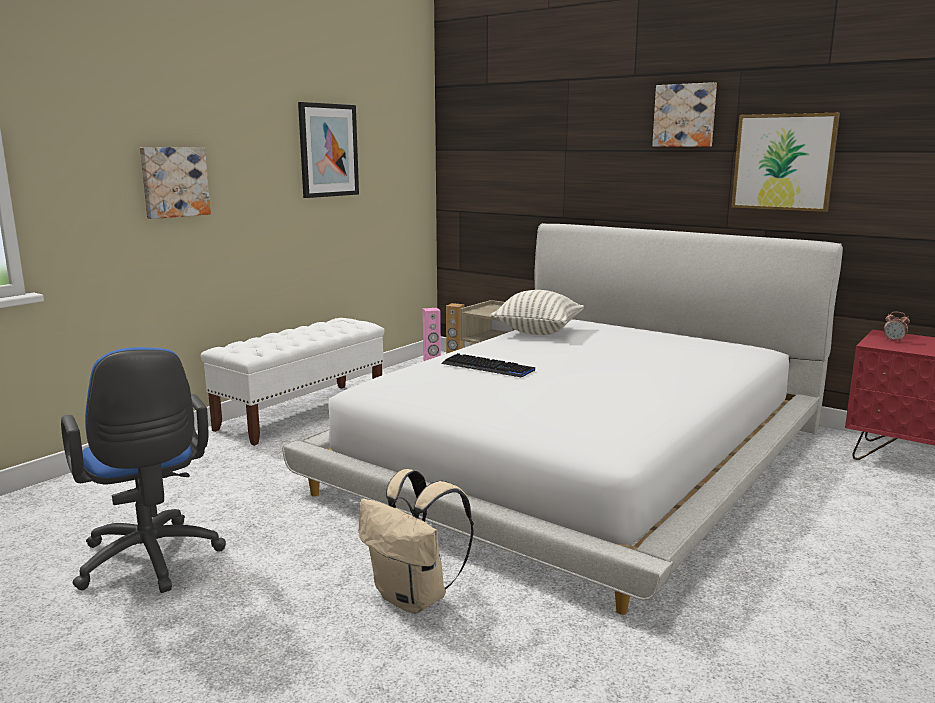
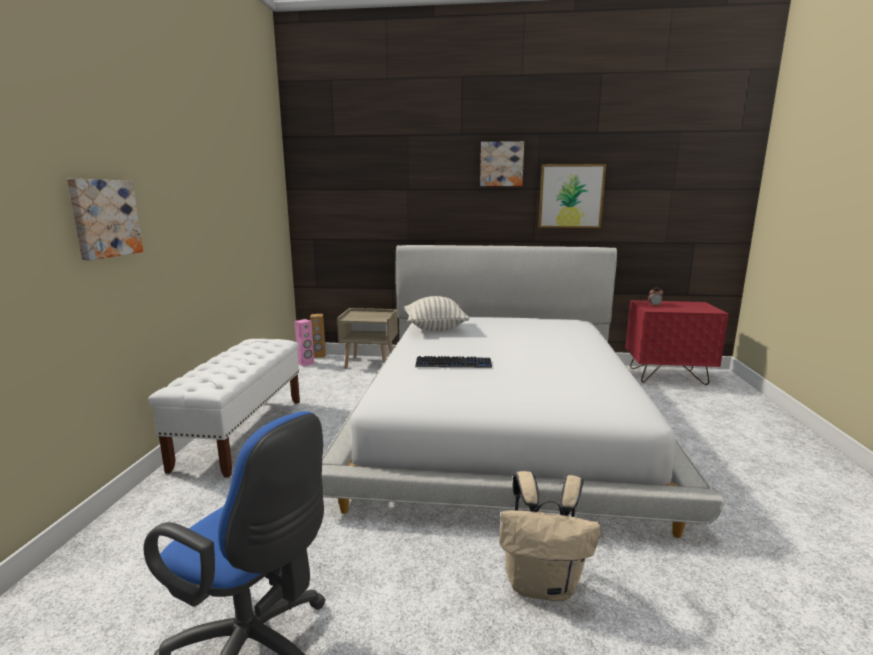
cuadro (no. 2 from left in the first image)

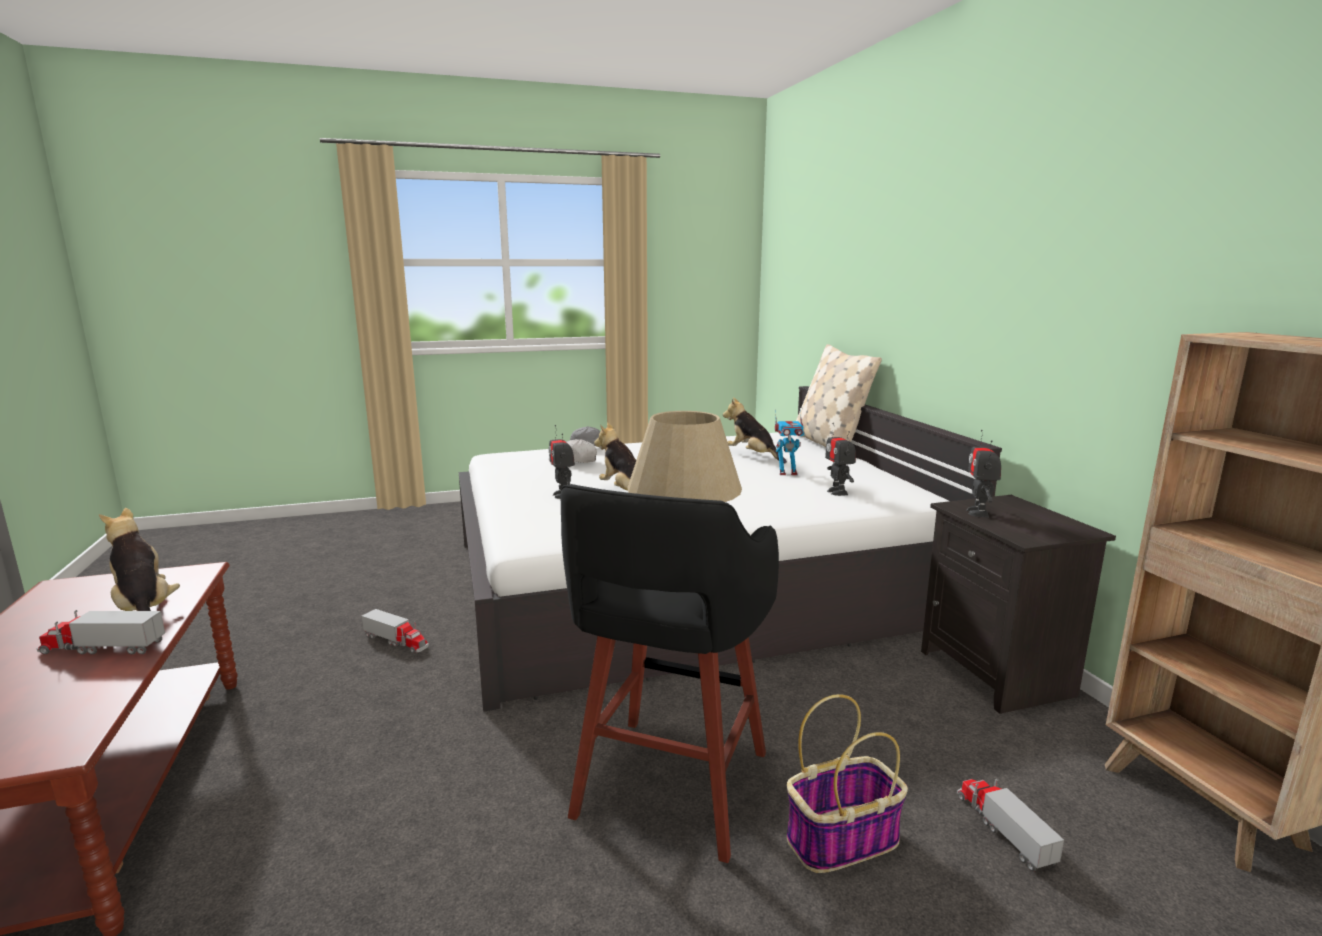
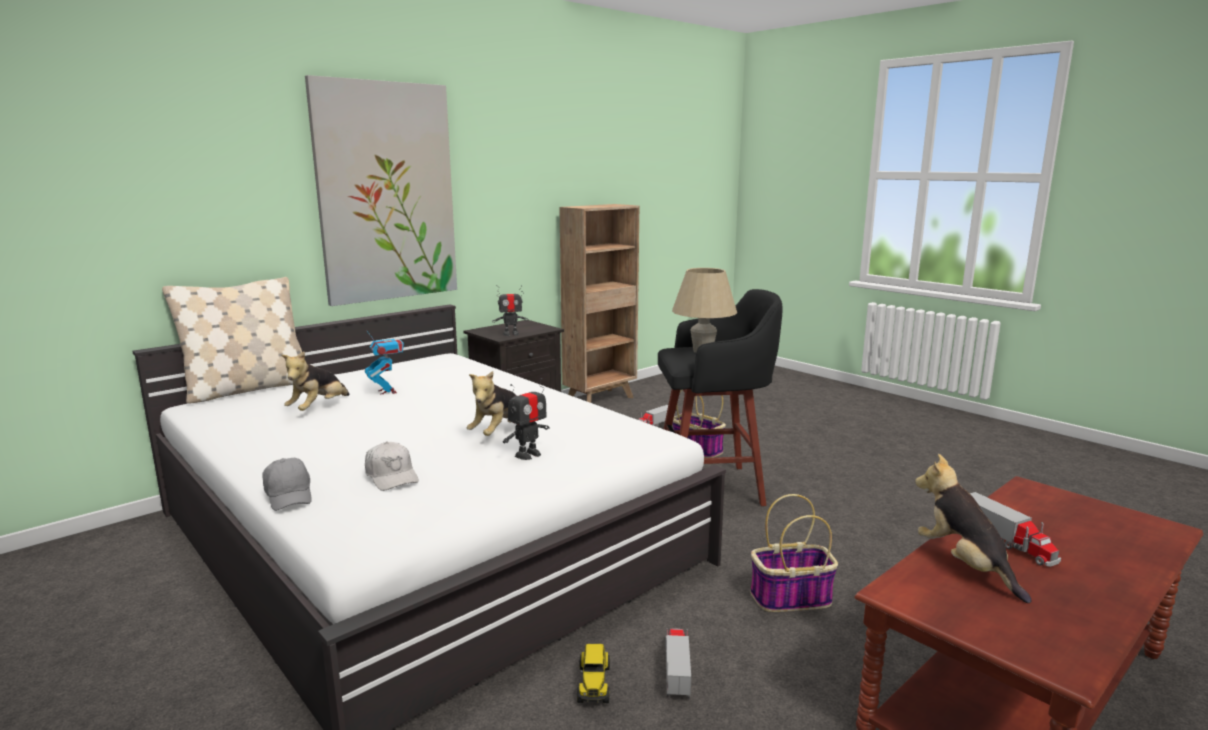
robot de juguete (no. 3 from left in the first image)
peluche (no. 3 from left)
cuadro
cesta (no. 2 from left)
camión de juguete (no. 1 from left)

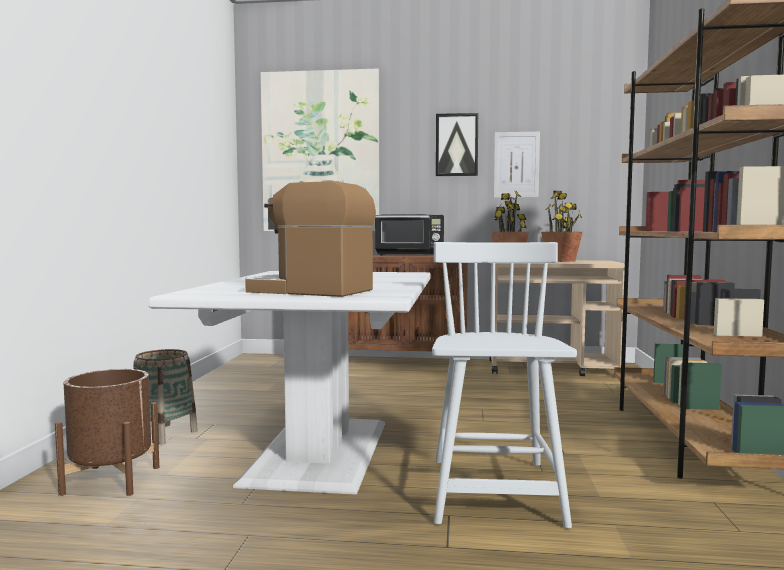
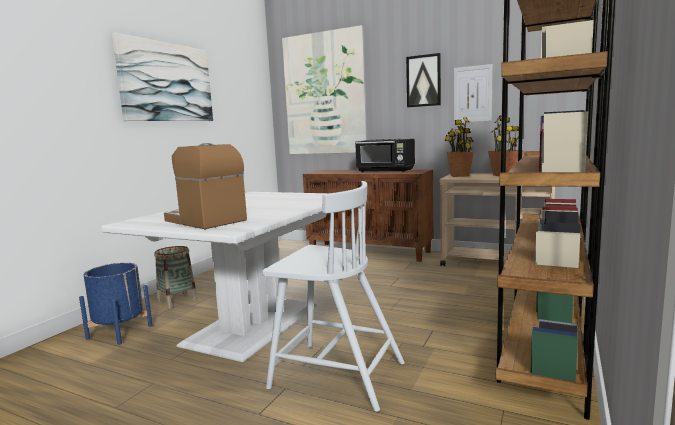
silla/blanco
maceta/azul
cuadro (no. 1 from left)

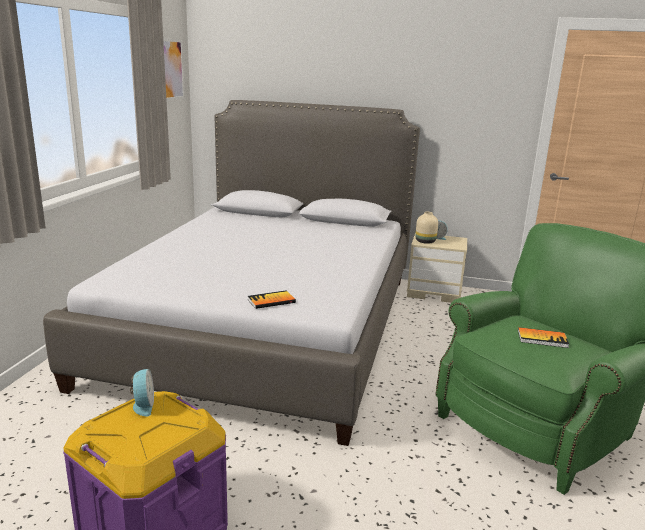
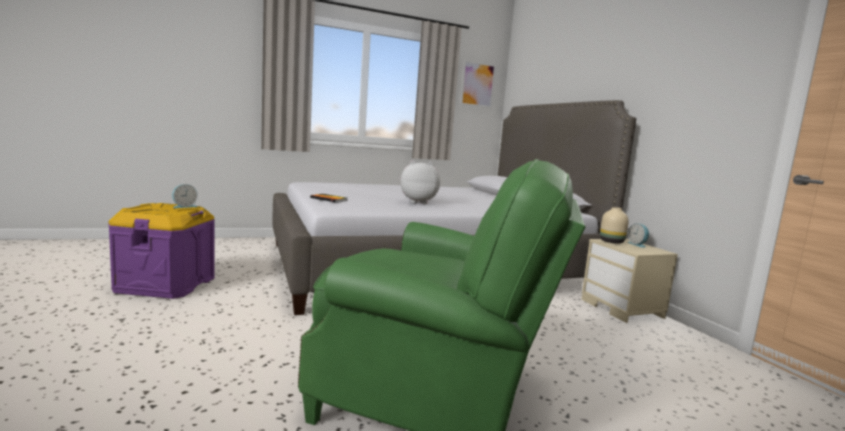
libro (no. 2 from left in the first image)
peluche

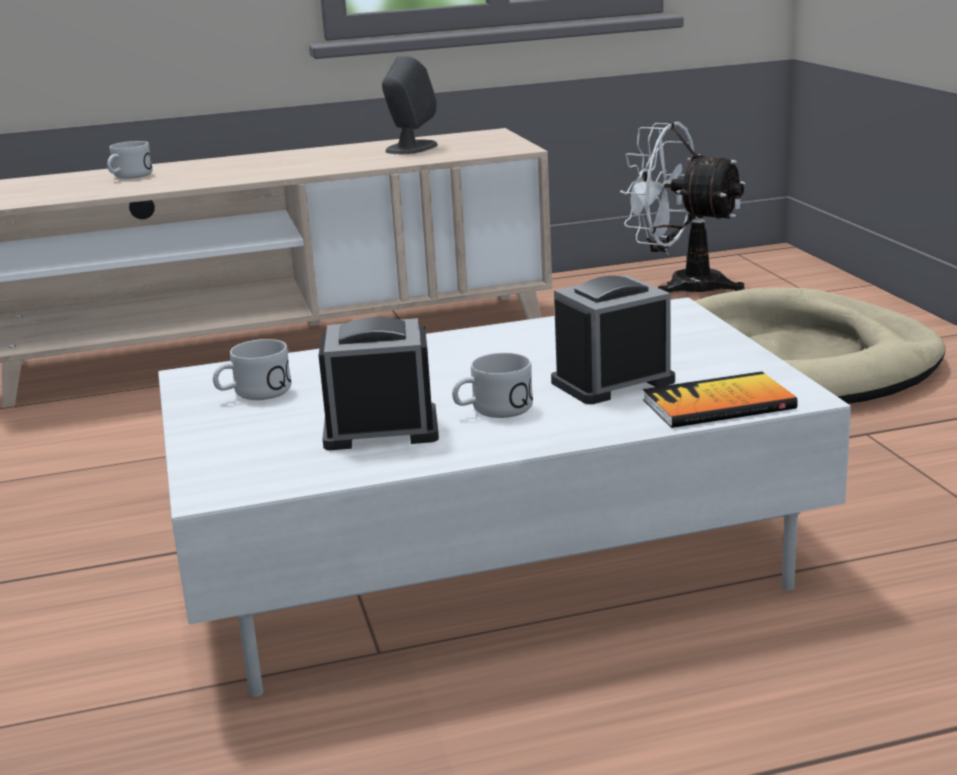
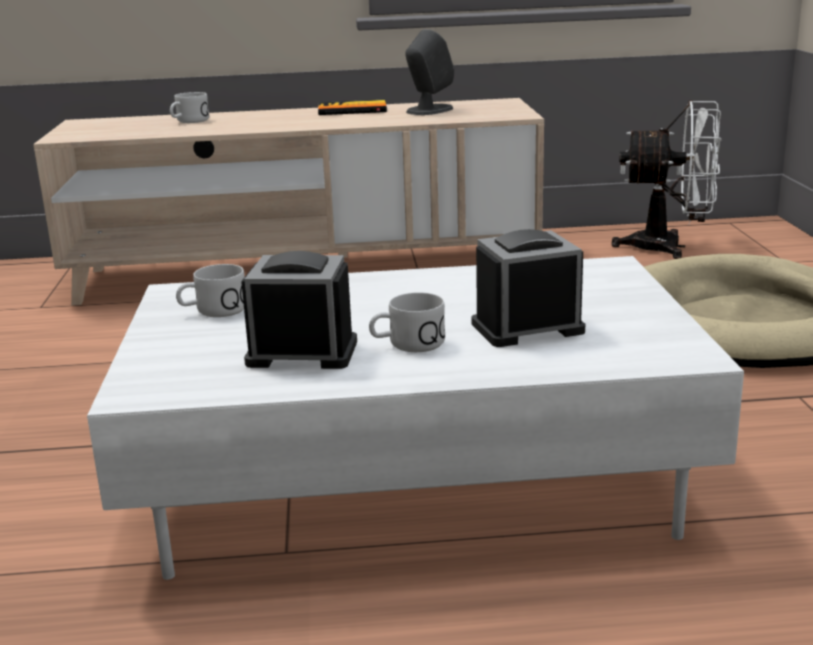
ventilador/blanco
libro

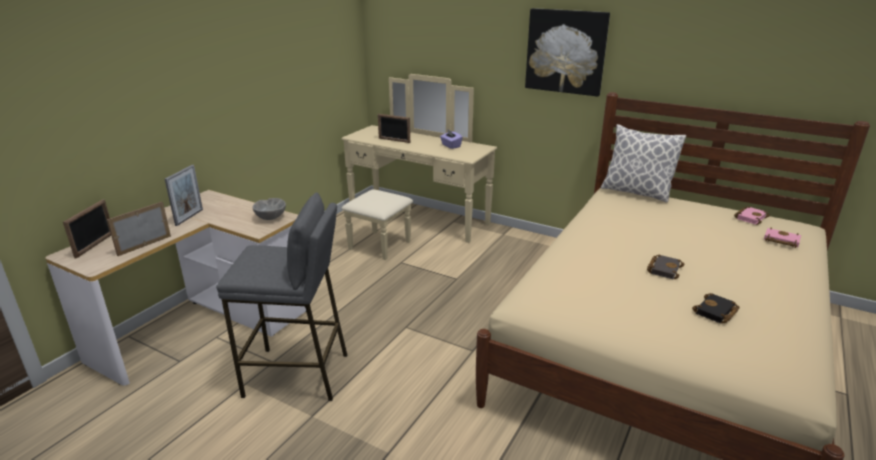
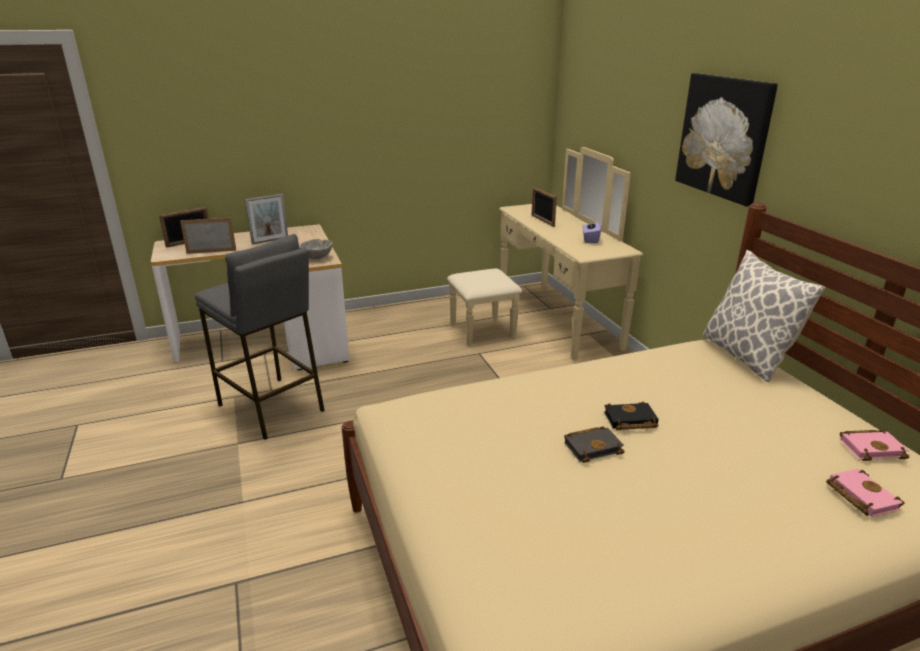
libro/negro (no. 2 from left)

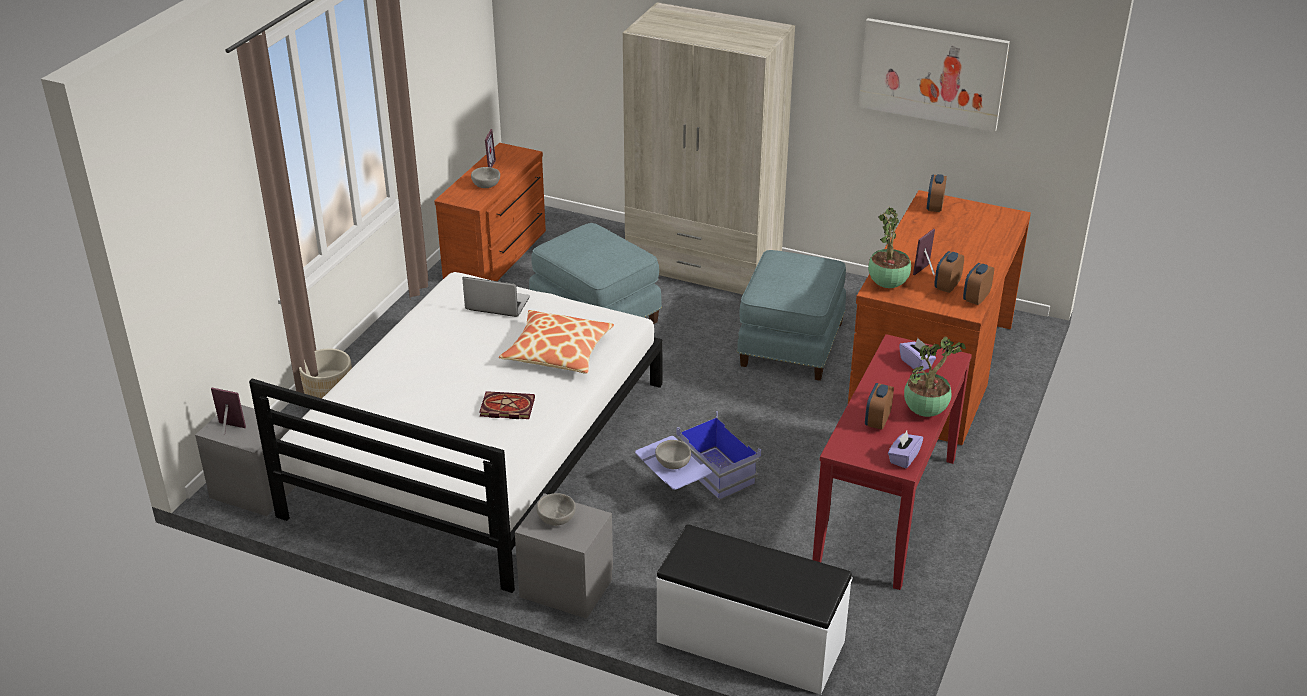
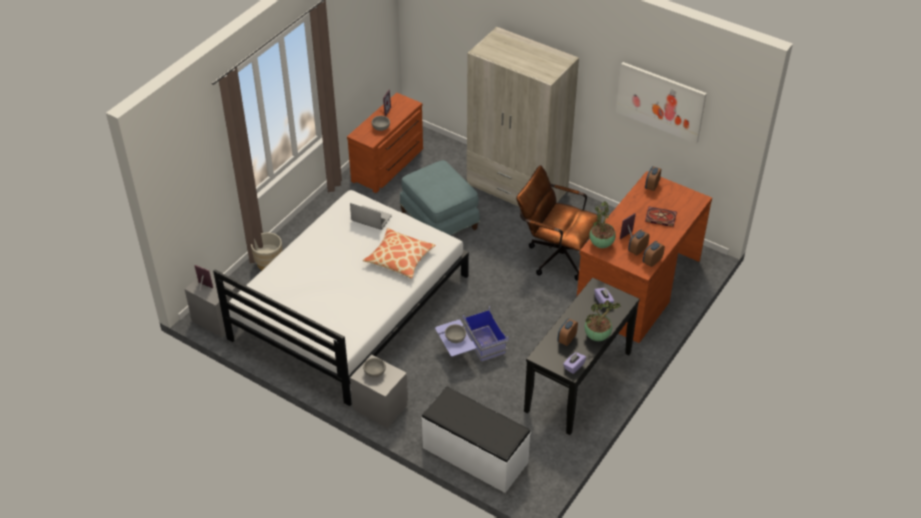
silla de oficina/marrón
mesa consola/negro
libro

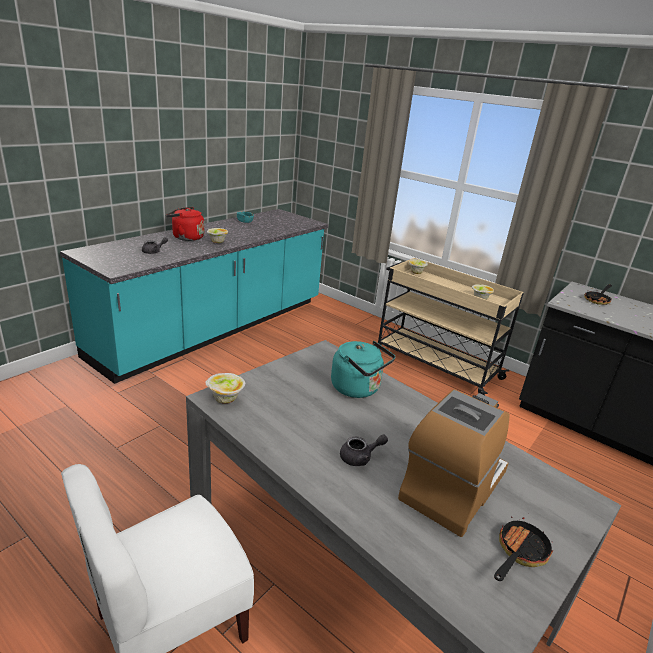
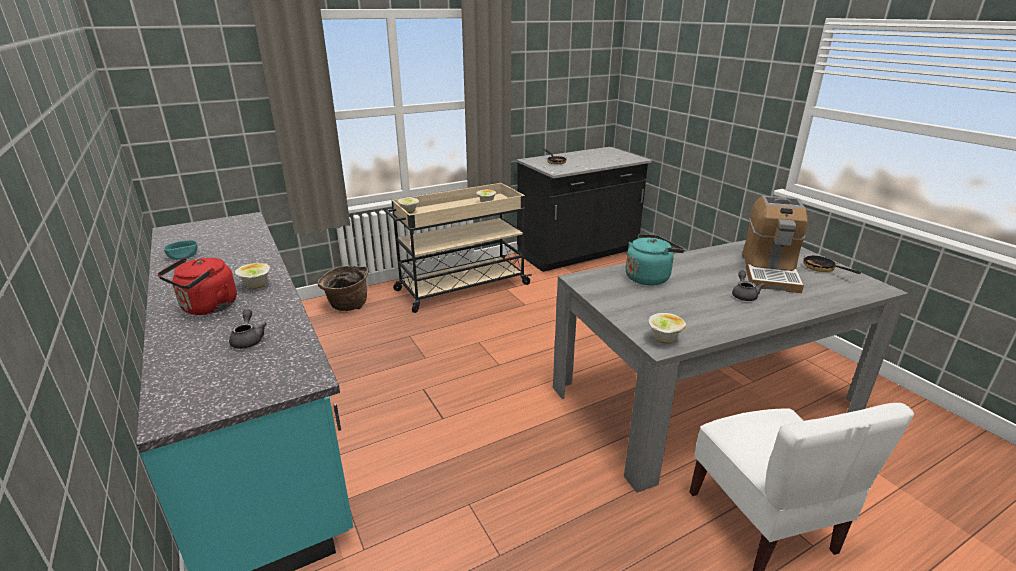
cafetera
cesta

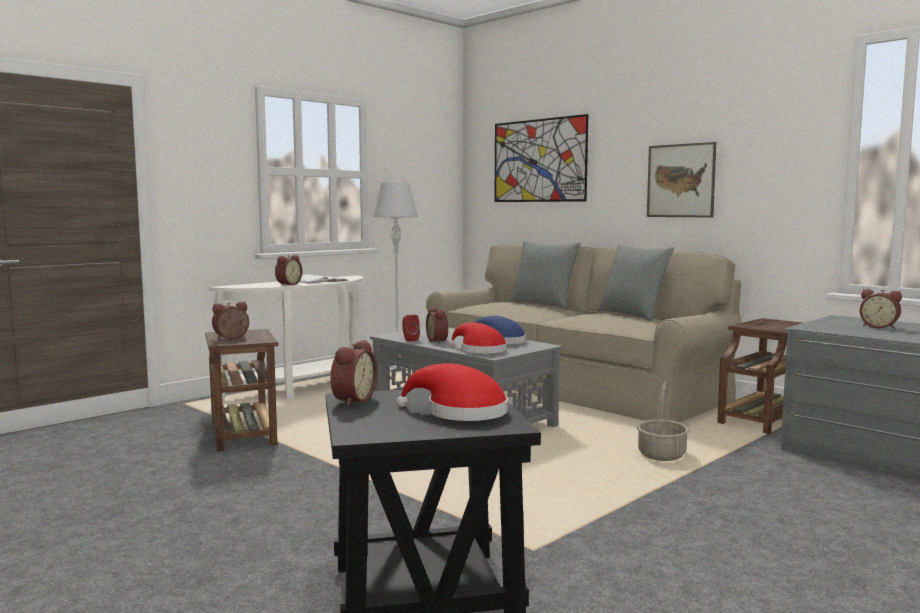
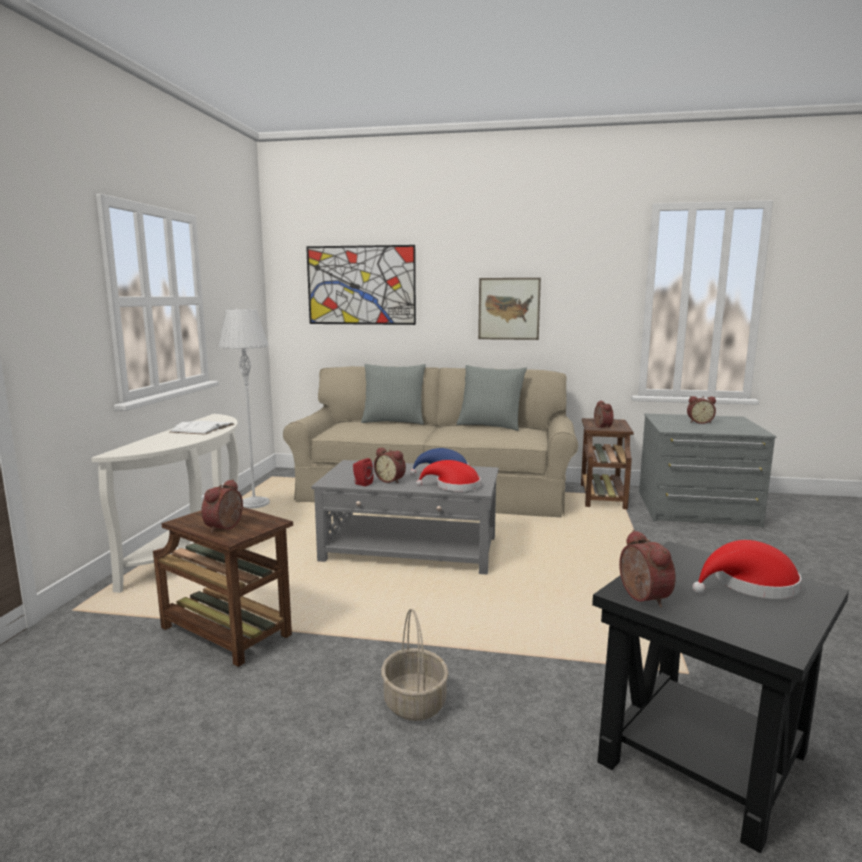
despertador (no. 3 from left)
cesta

